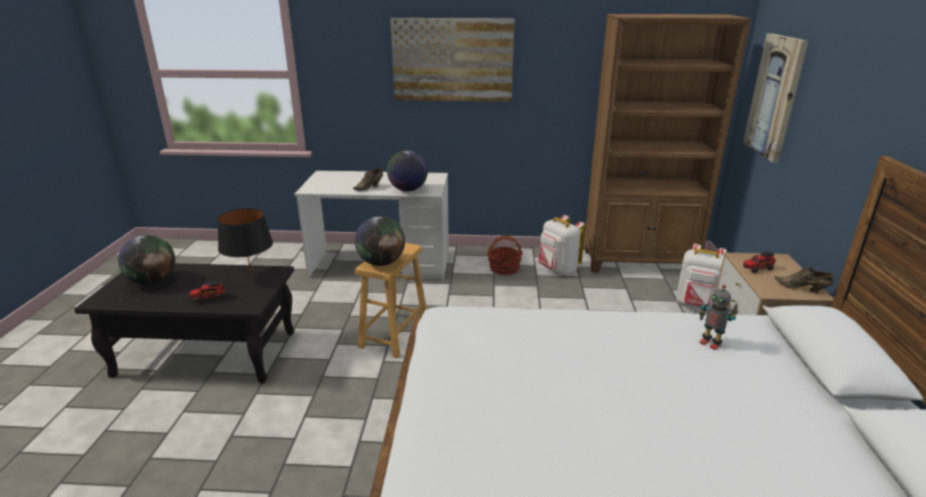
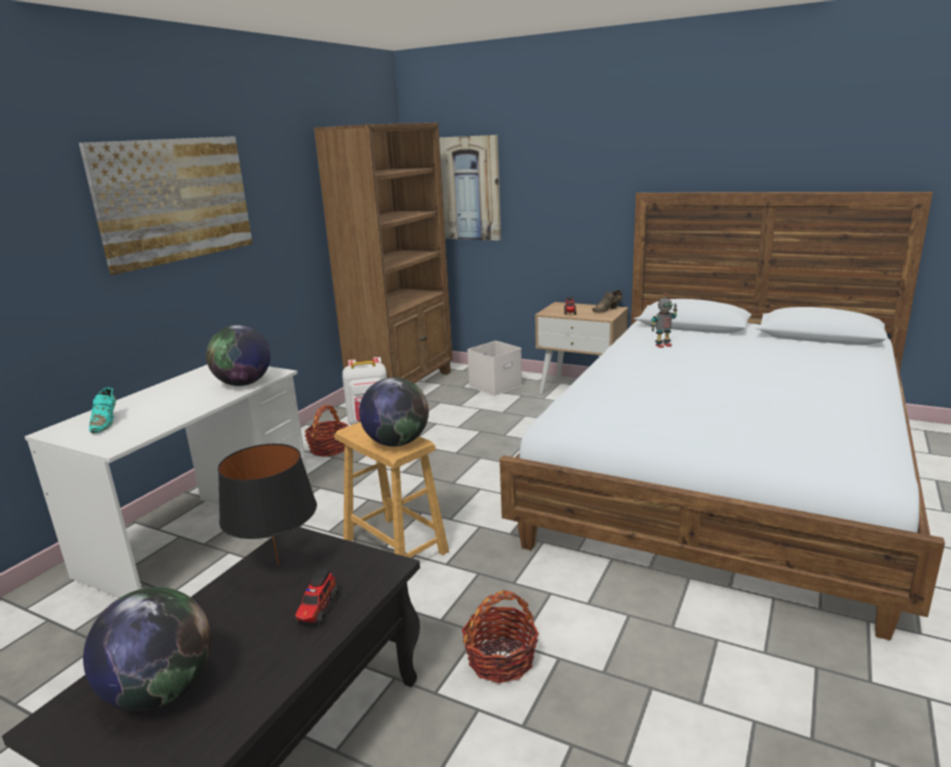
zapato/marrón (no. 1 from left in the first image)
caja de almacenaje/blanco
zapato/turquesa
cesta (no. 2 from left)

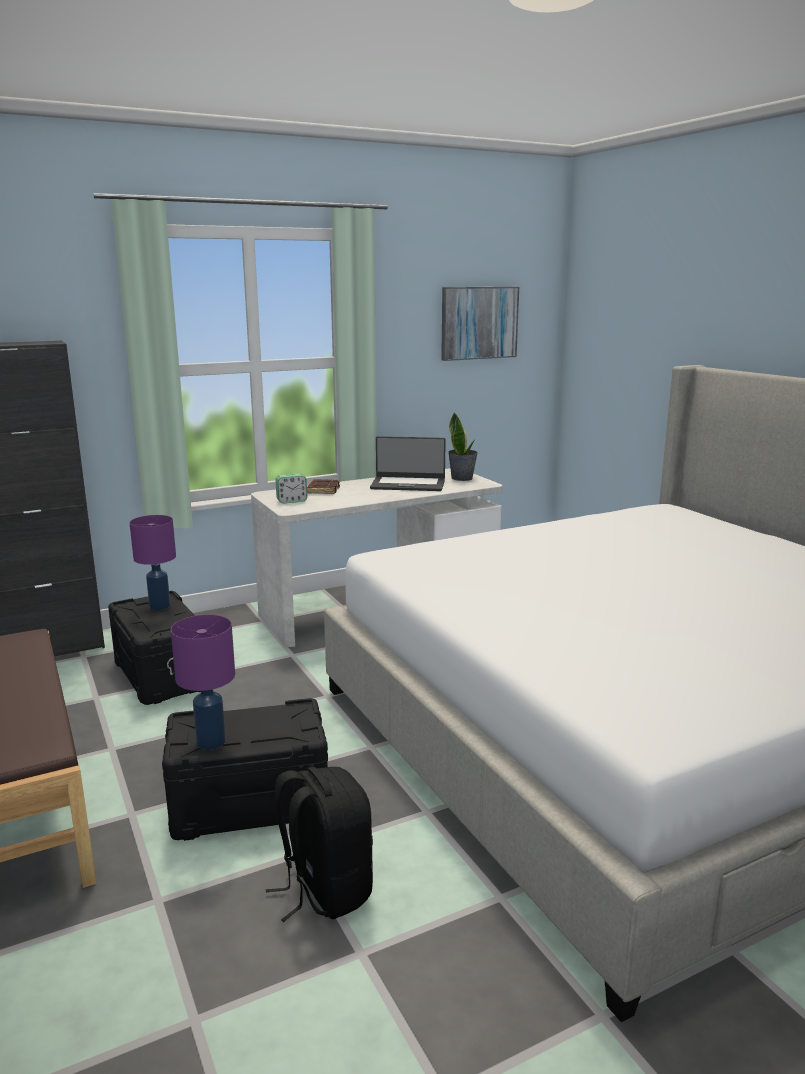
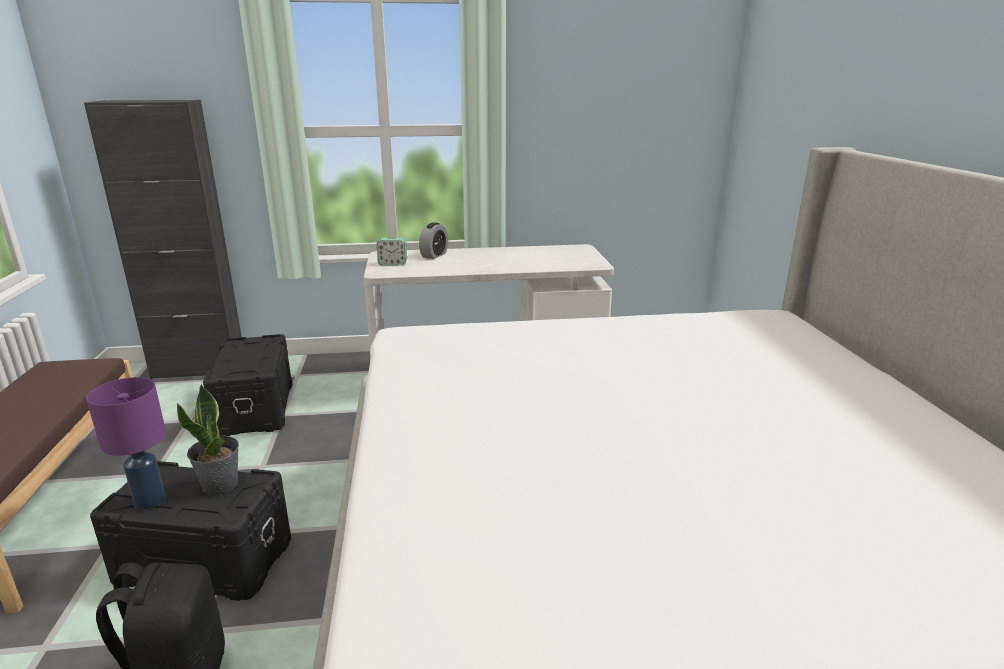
cuadro
planta en maceta
portátil
despertador (no. 2 from left)
lámpara de mesa/morado (no. 1 from left in the first image)

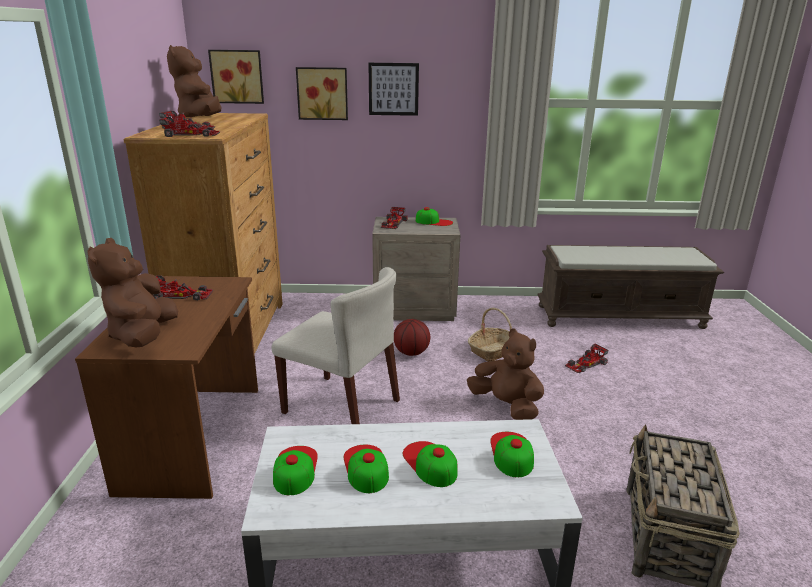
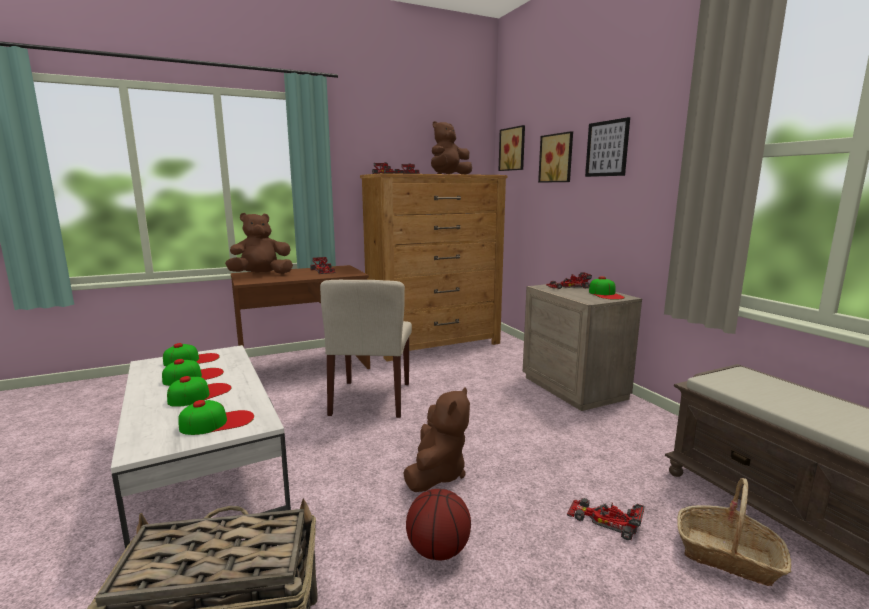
cesta (no. 2 from left)
balón de baloncesto

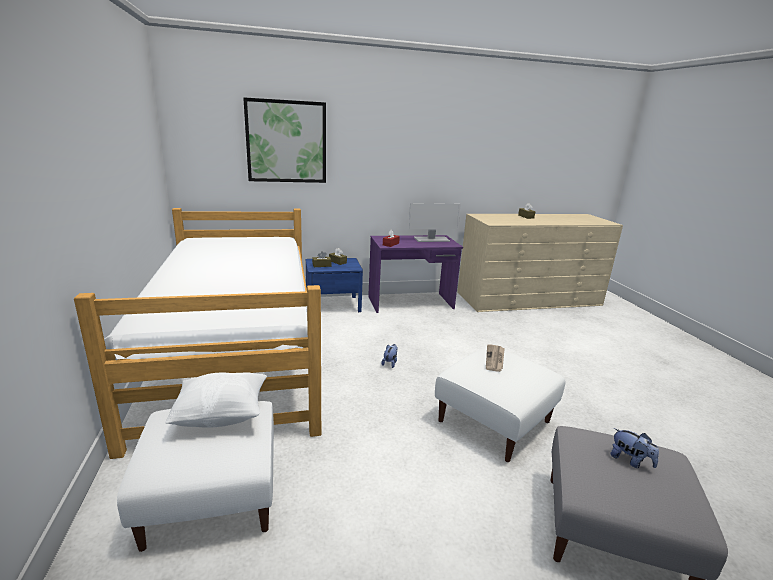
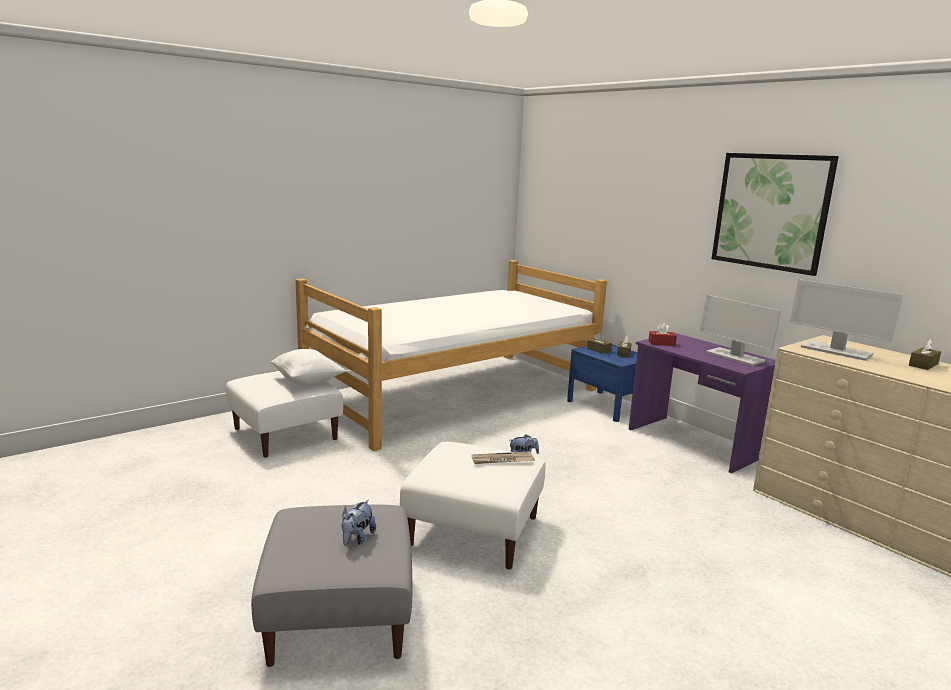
cuadro
monitor (no. 2 from left)

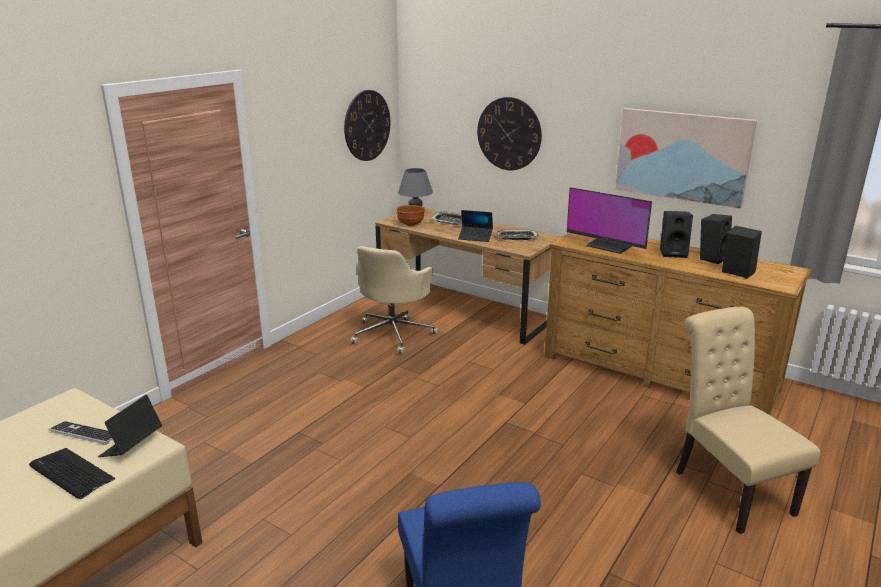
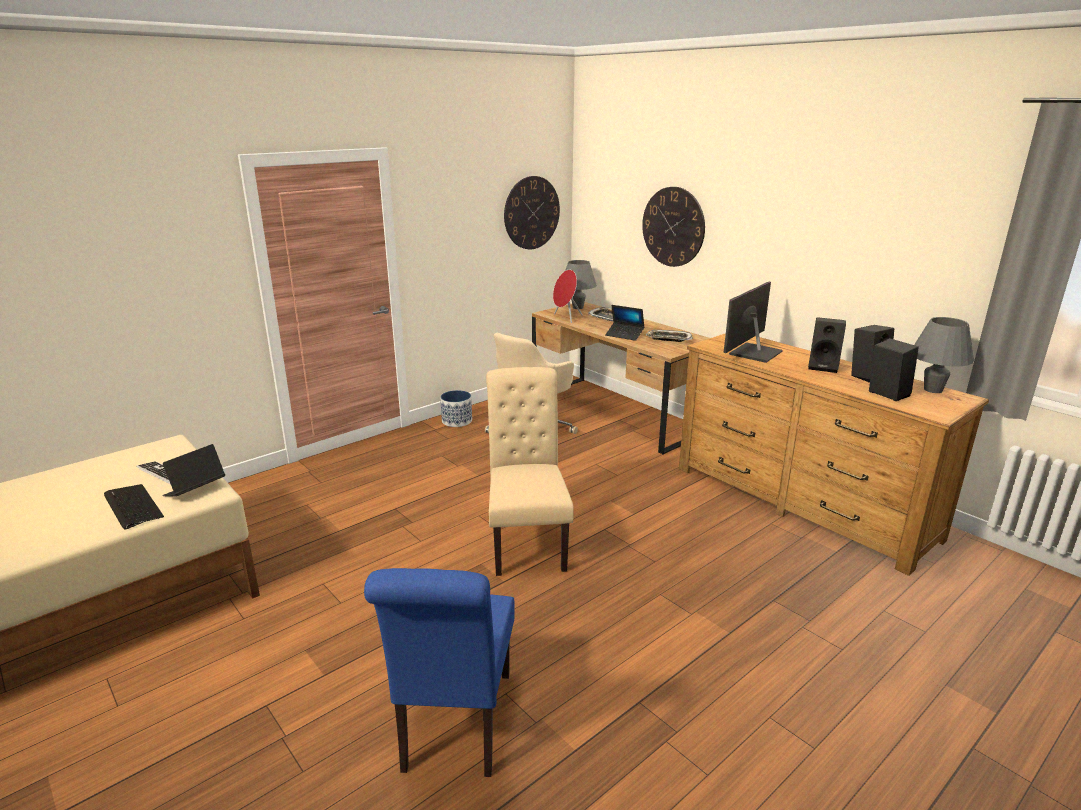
cuadro
monitor
altavoz/rojo
silla/beis
lámpara de mesa/gris (no. 2 from left)
maceta

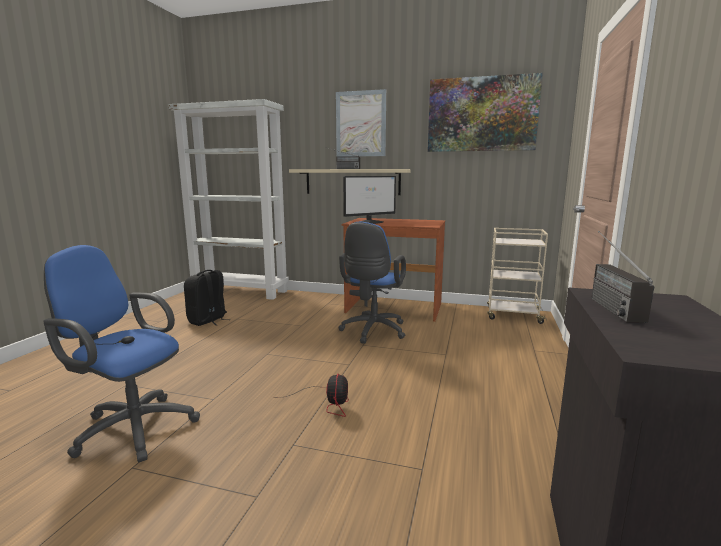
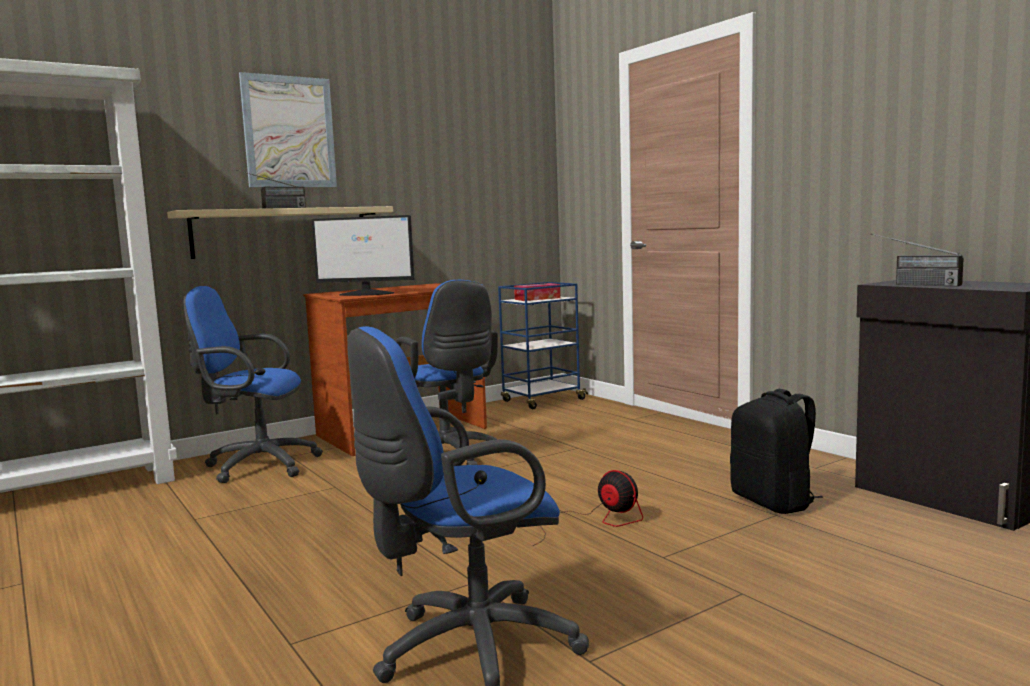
cuadro (no. 2 from left in the first image)
monitor
carrito/azul
mochila/negro
caja de pañuelos
silla de oficina/azul (no. 1 from left)

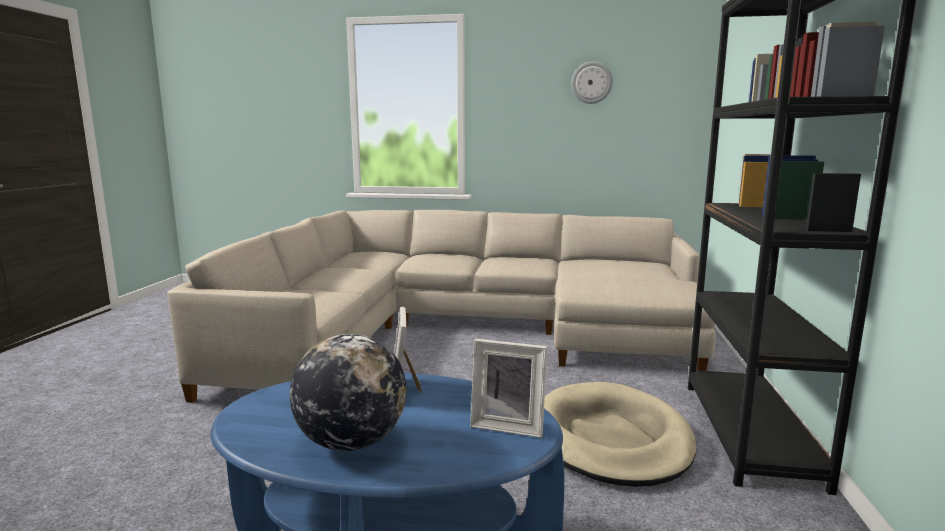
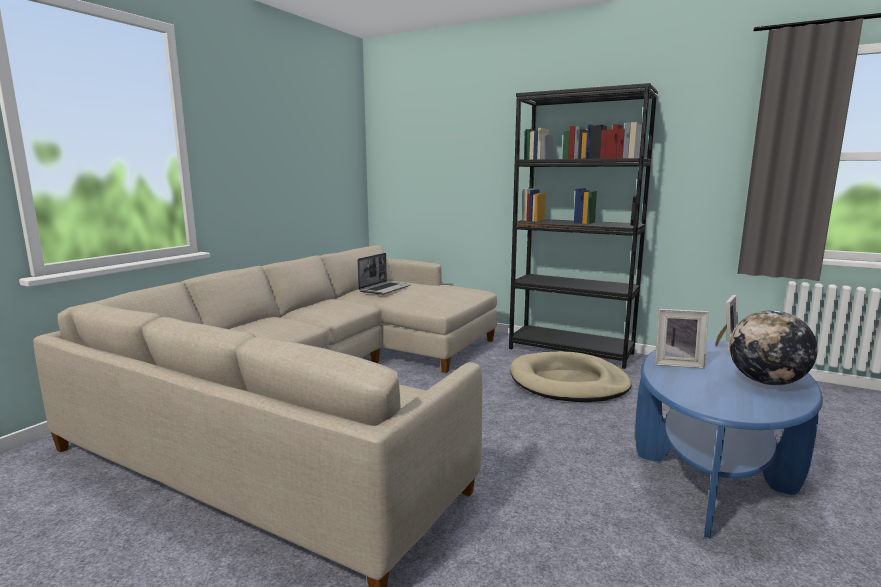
reloj de pared
portátil

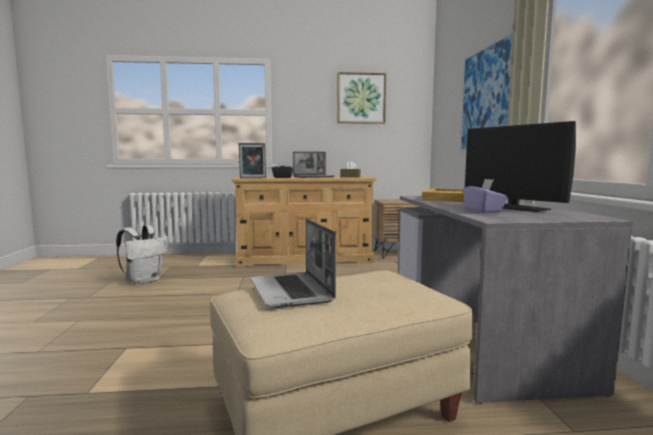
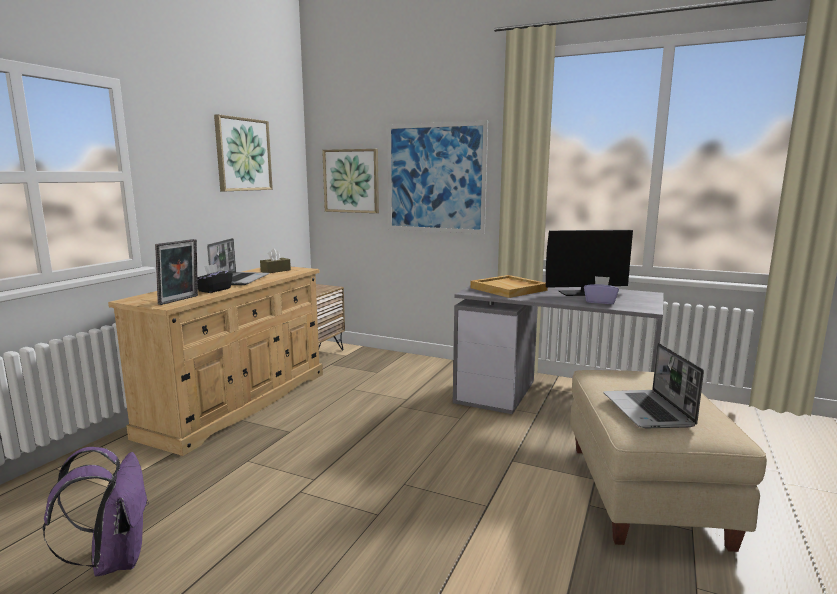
portátil (no. 2 from left)
mochila/morado
cuadro (no. 2 from left)

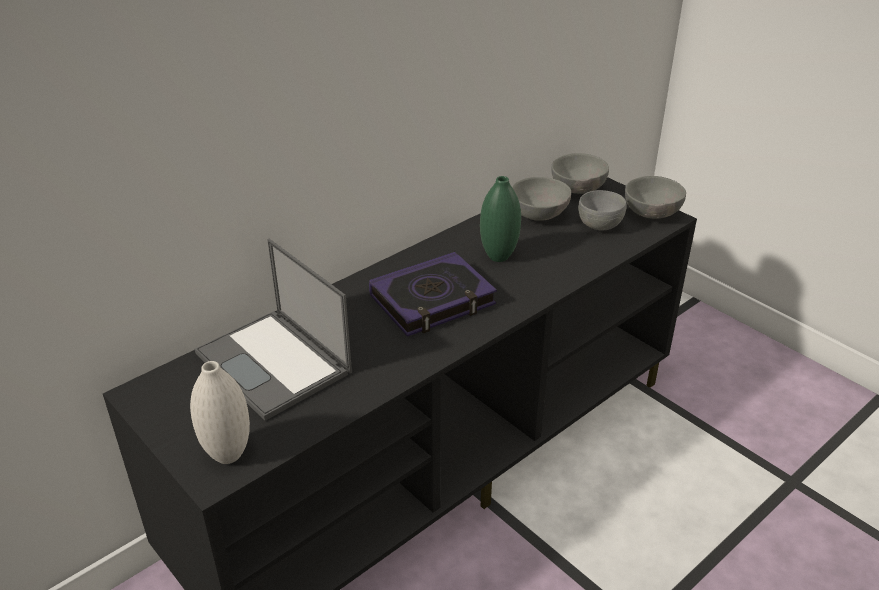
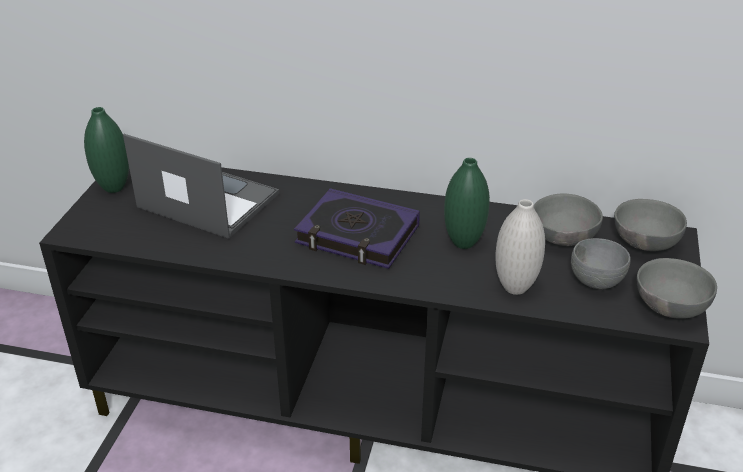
portátil
florero/blanco
florero/verde (no. 1 from left)

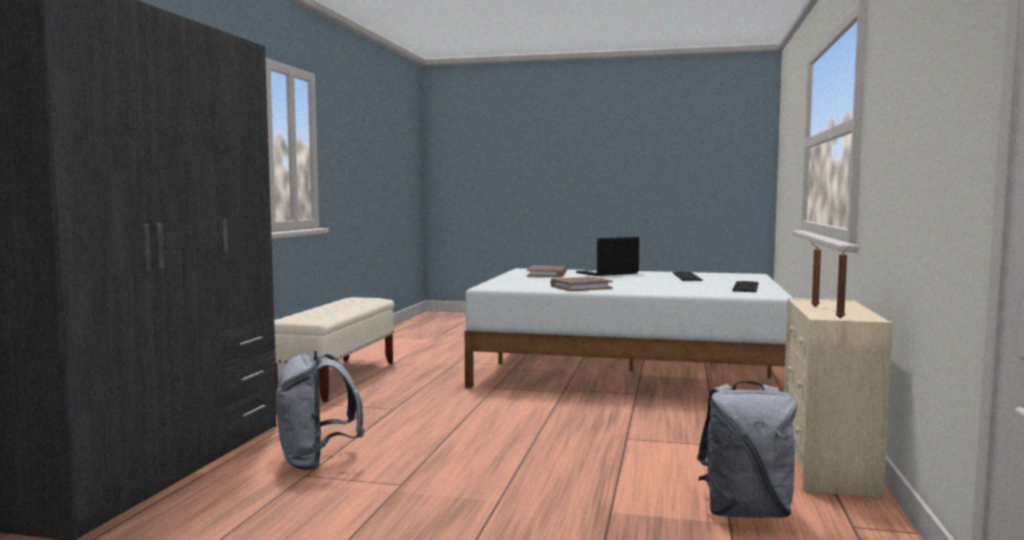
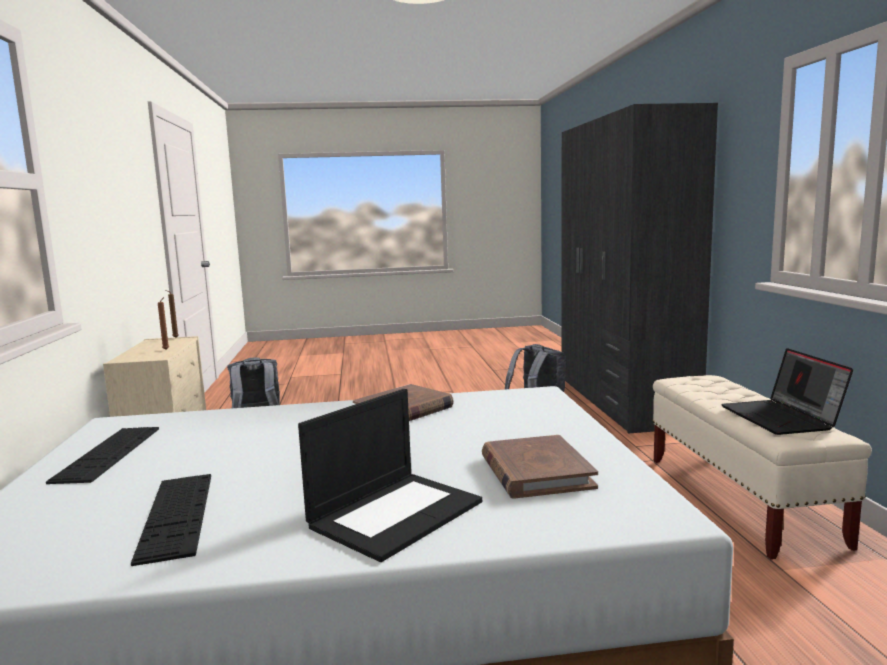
portátil (no. 2 from left)

